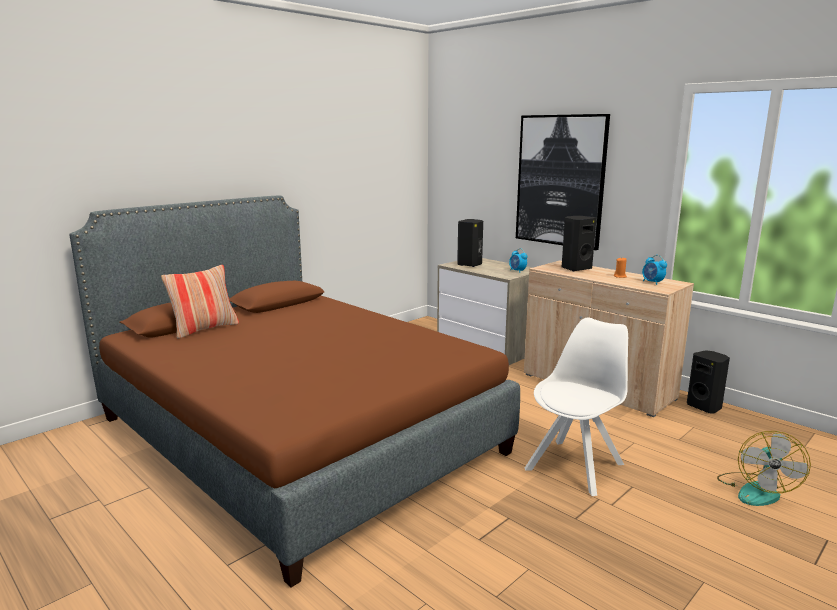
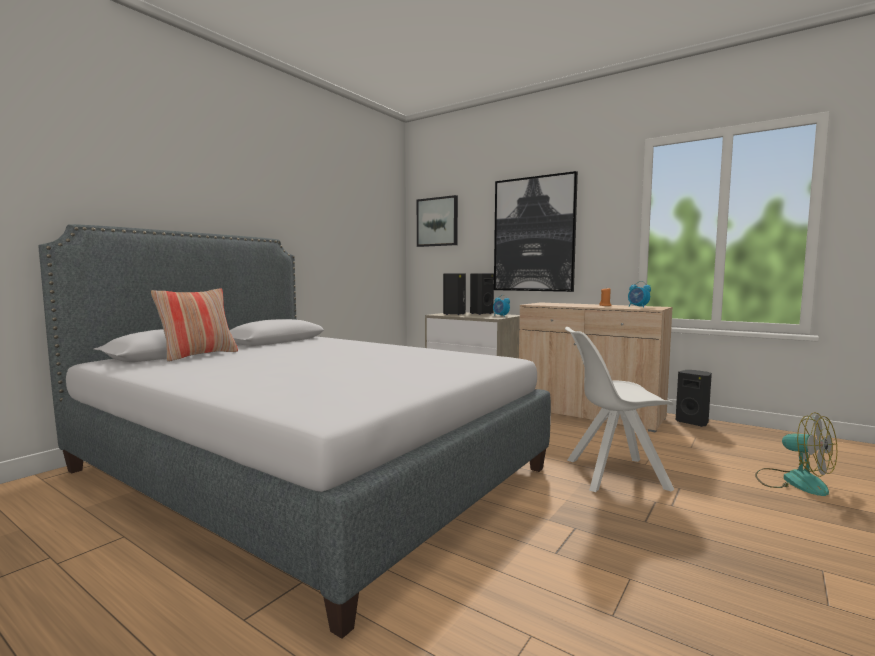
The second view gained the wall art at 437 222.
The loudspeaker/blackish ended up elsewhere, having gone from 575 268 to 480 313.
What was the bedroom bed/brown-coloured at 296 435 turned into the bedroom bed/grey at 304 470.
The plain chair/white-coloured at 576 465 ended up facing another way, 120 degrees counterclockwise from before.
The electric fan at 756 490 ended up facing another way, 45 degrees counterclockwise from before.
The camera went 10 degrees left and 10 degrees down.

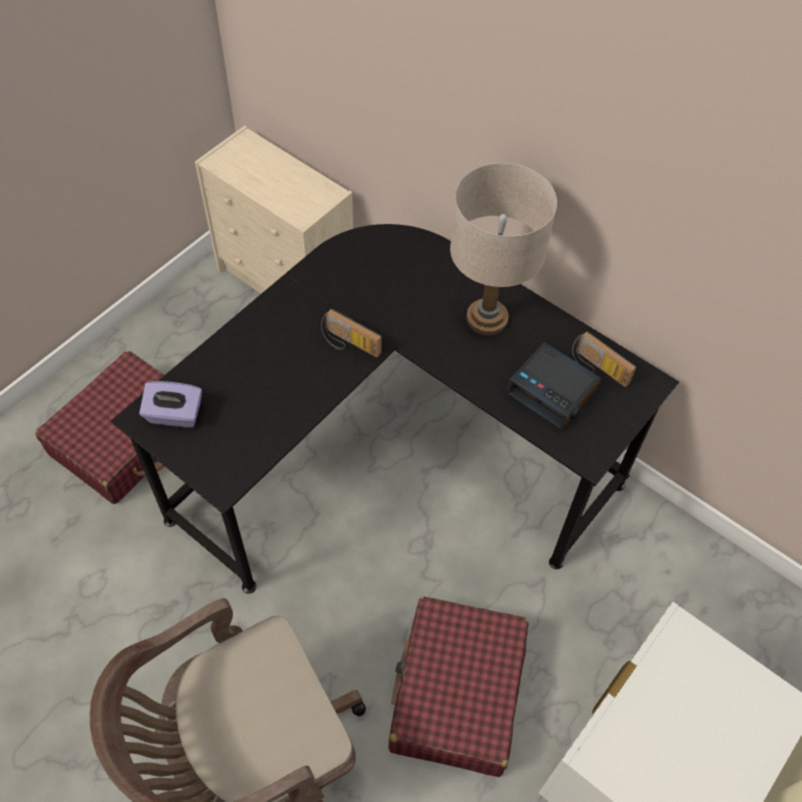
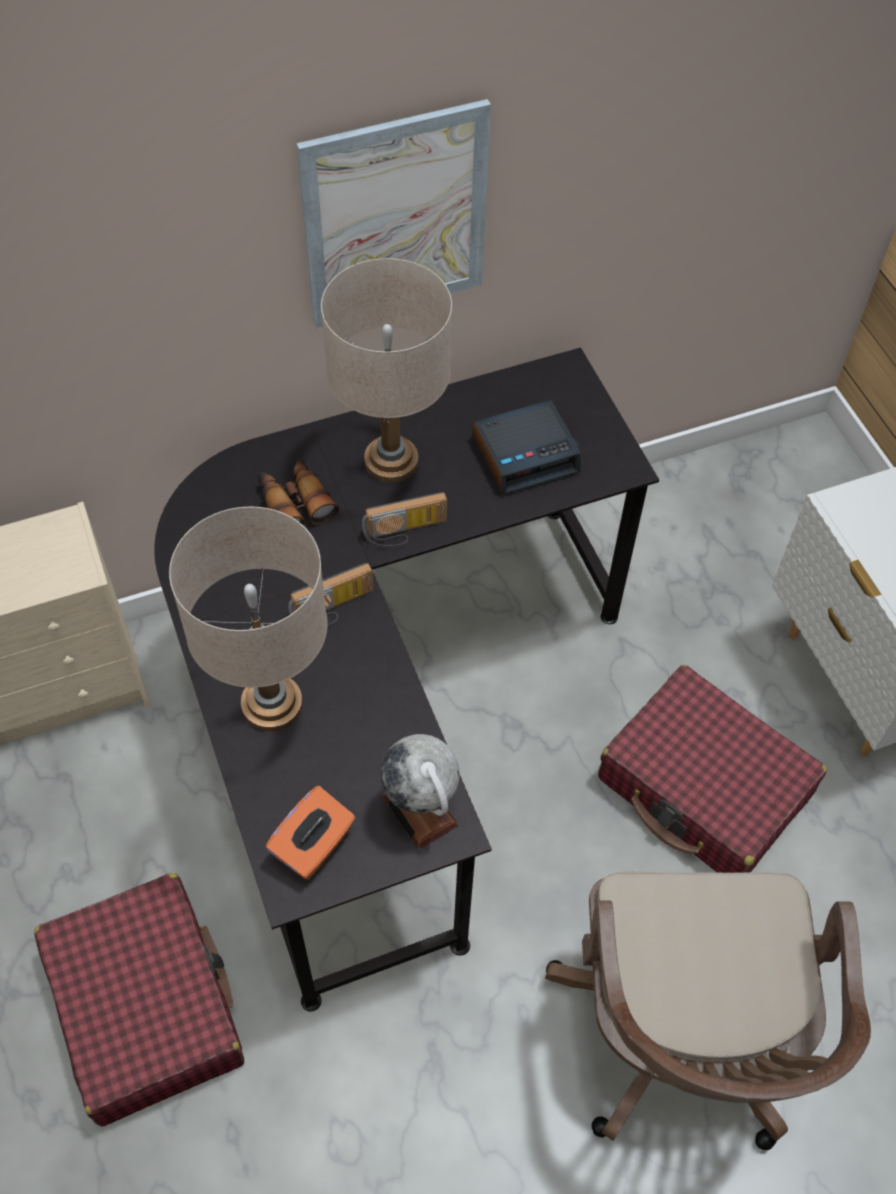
The second view gained the table lamp/sand-coloured at 272 704.
The second view gained the pair of binoculars at 294 503.
The second view gained the wall art at 395 217.
The second view gained the globe at 420 810.
The radio receiver ended up elsewhere, having gone from 597 369 to 406 532.
What was the tissue holder/purple-coloured at 174 415 turned into the tissue holder/orange at 313 846.
The camera went 60 degrees left and 0 degrees up.

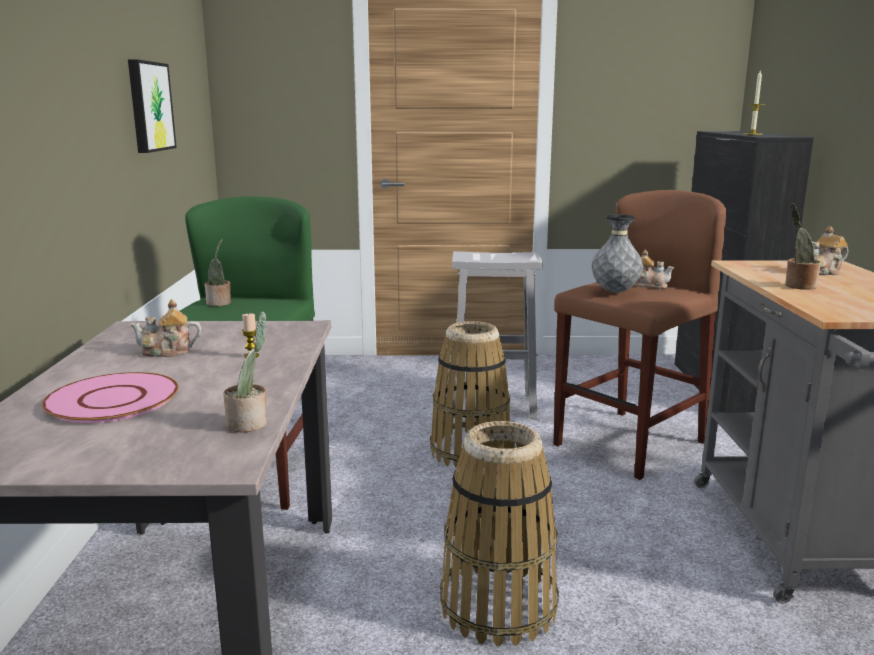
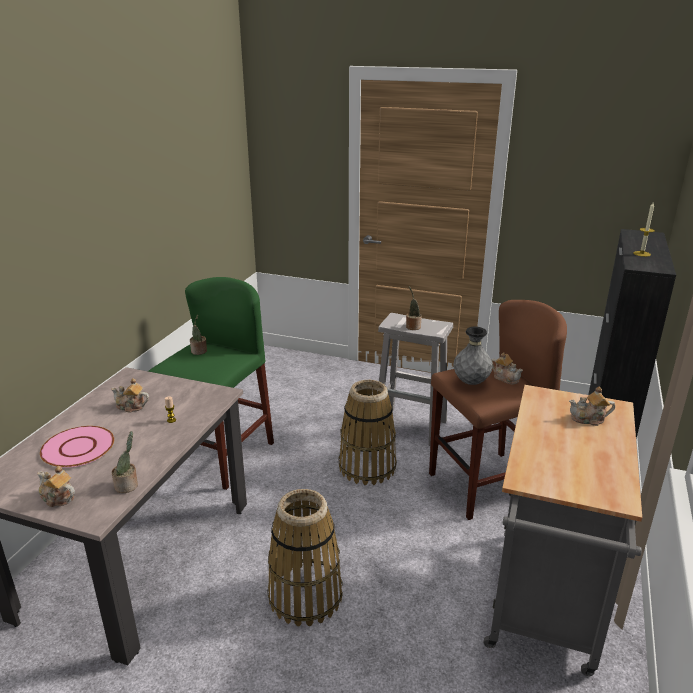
The second view lost the wall art at 149 106.
The second view gained the tea pot at 57 498.
The houseplant ended up elsewhere, having gone from 798 286 to 412 326.
The camera went 20 degrees right and 10 degrees up.

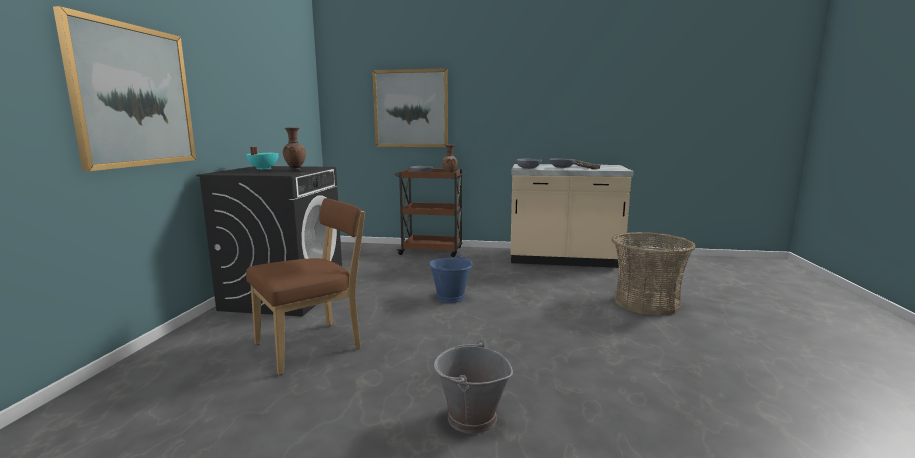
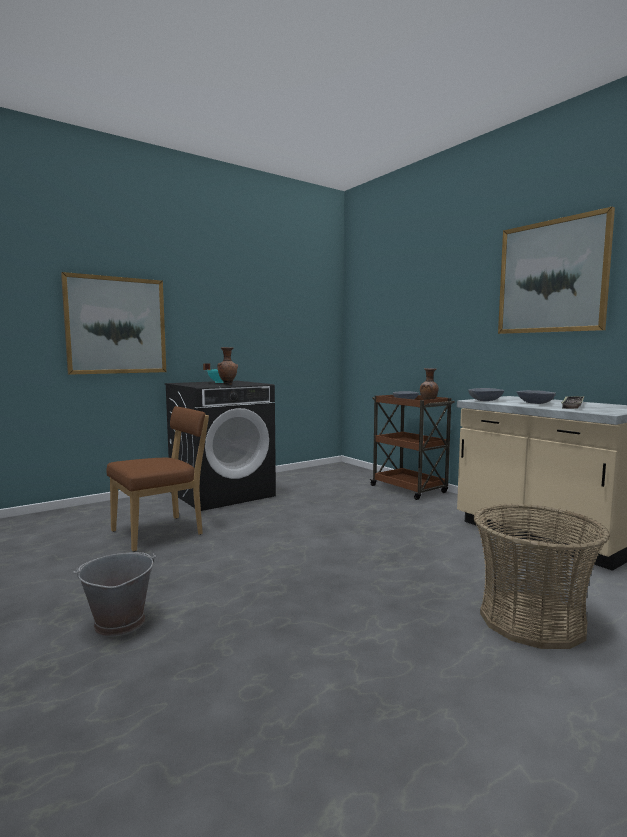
The second view lost the water bucket/blue at 451 297.
The wall art ended up elsewhere, having gone from 411 108 to 552 277.
The plain chair/brown-coloured at 313 345 ended up facing another way, 45 degrees counterclockwise from before.
The camera went 45 degrees right and 5 degrees down.

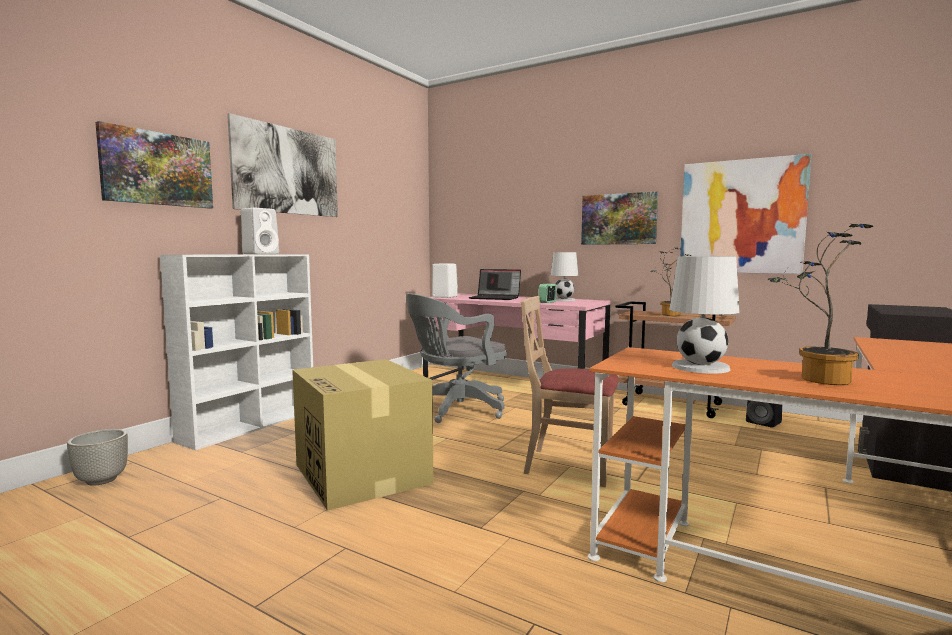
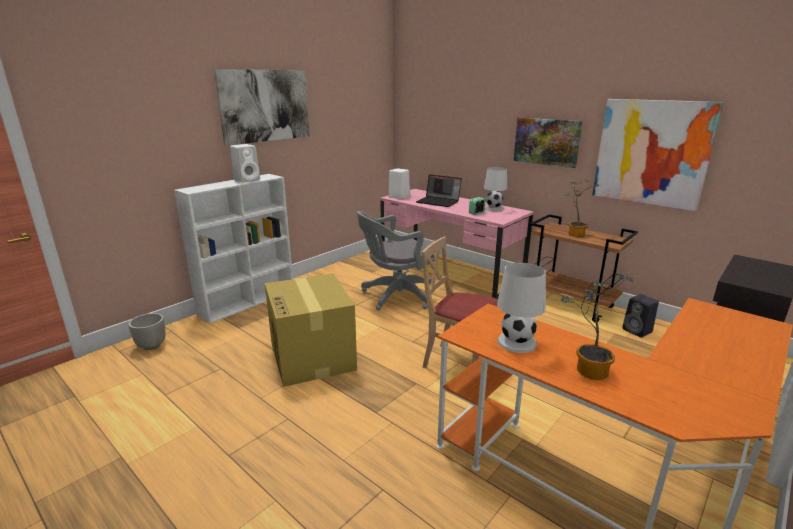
The second view lost the wall art at 157 169.
The camera went 10 degrees right and 15 degrees up.

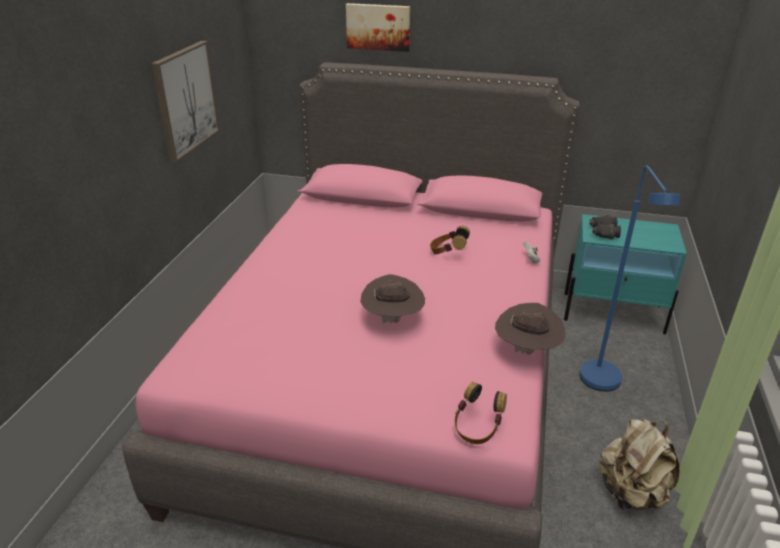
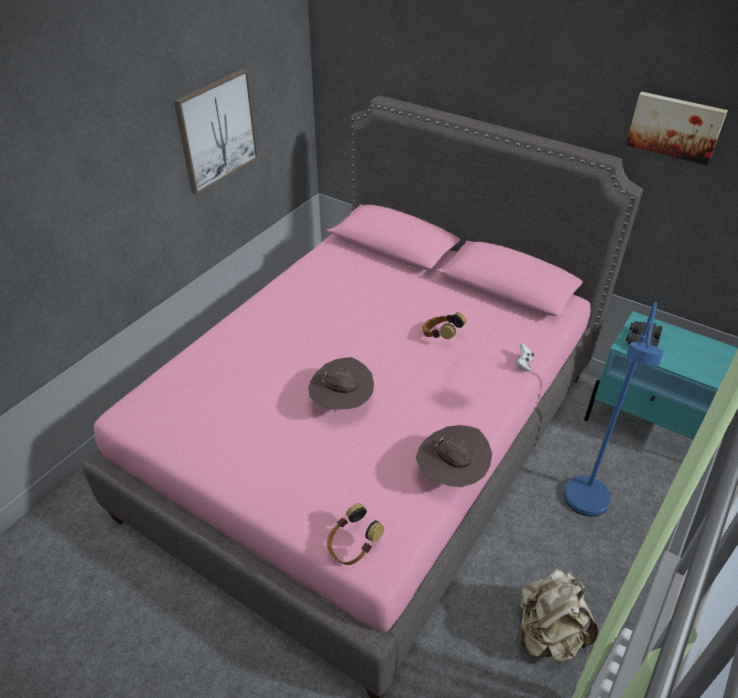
The wall art ended up elsewhere, having gone from 378 27 to 675 127.
The camera went 20 degrees right and 10 degrees up.

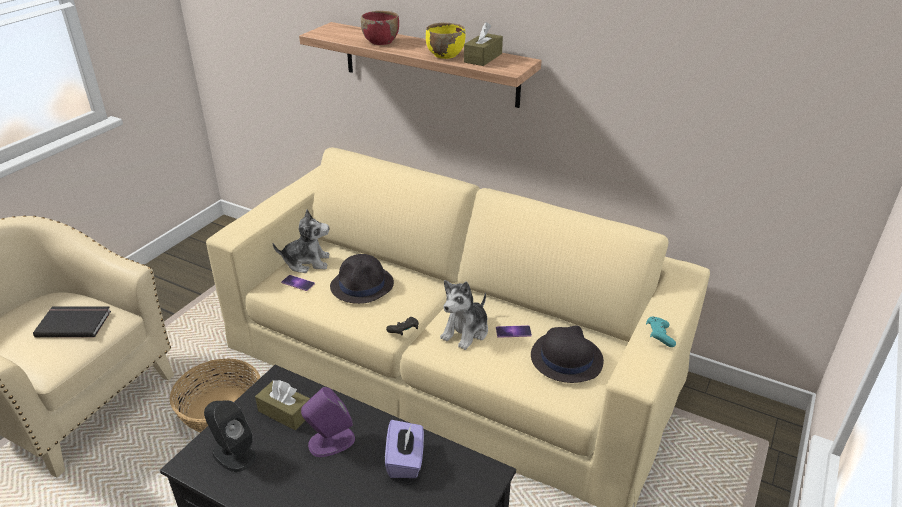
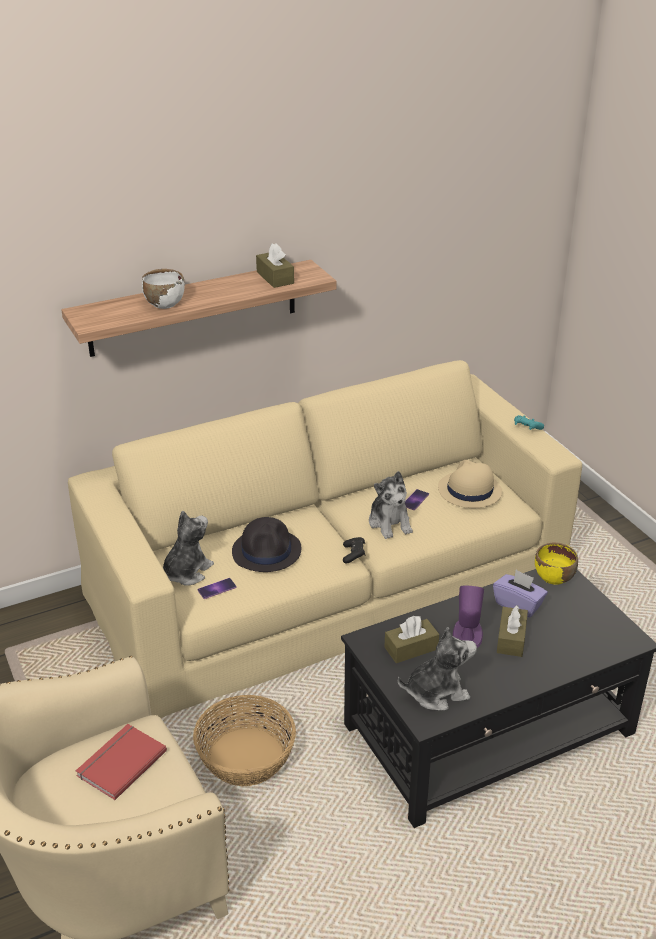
The second view gained the tissue holder/brown-coloured at 511 639.
The bowl/yellow ended up elsewhere, having gone from 445 55 to 553 577.
Where the loudspeaker/blackish stood at 233 454, the plush toy came to stand at 436 692.
What was the book/blackish at 74 323 turned into the book/red at 119 762.
What was the bowl/red at 381 41 turned into the bowl/white-coloured at 164 303.
What was the hat/blackish at 566 358 turned into the hat/sand-coloured at 469 491.
The camera went 55 degrees left and 0 degrees up.

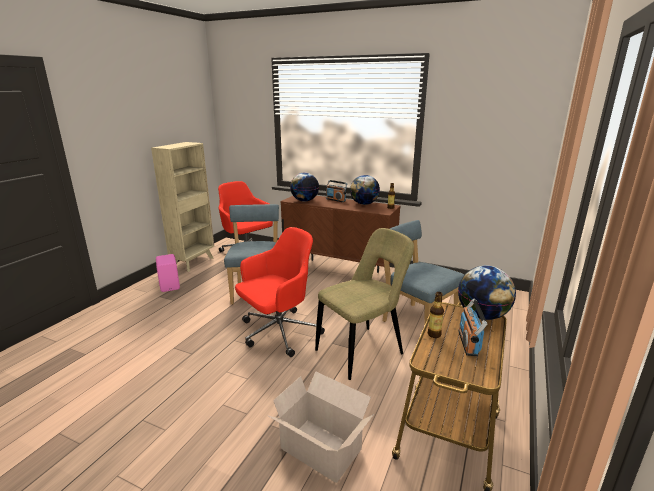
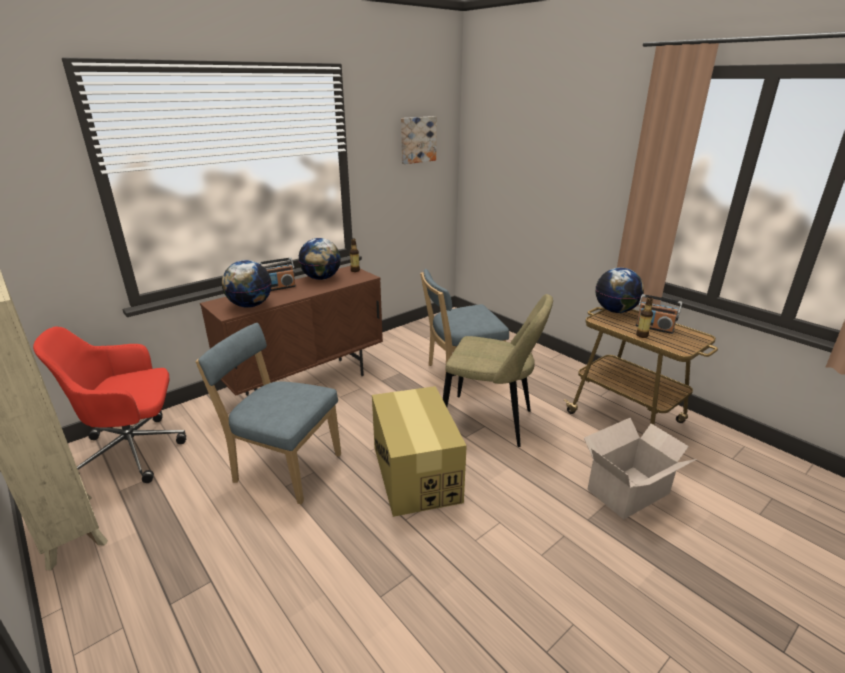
The second view lost the loudspeaker/pinkish at 170 285.
The second view gained the wall art at 417 139.
Where the desk chair/red stood at 278 332, the cardboard box came to stand at 415 473.
The plain chair/sand-coloured at 362 351 ended up facing another way, 120 degrees clockwise from before.
The camera went 65 degrees left and 5 degrees up.

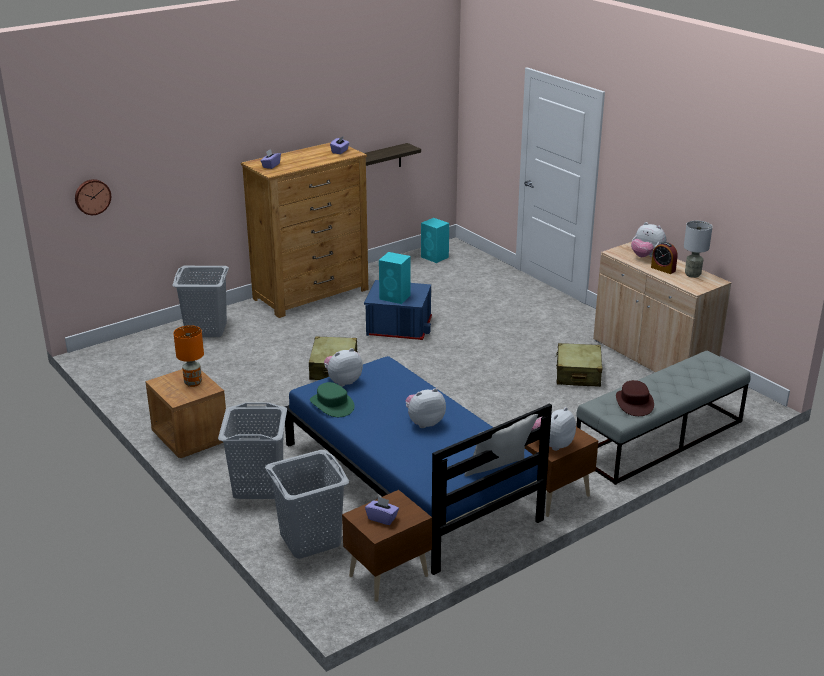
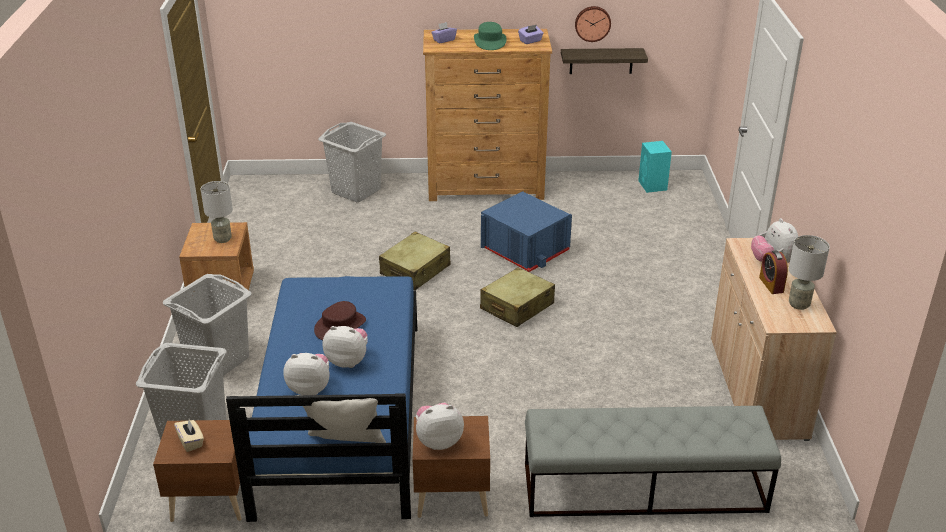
The second view lost the loudspeaker/turquoise at 395 297.
The clock on the wall ended up elsewhere, having gone from 92 196 to 592 23.
The hat/greenish ended up elsewhere, having gone from 332 405 to 490 41.
The plush toy ended up elsewhere, having gone from 343 381 to 310 388.
The travel case/sand-coloured ended up elsewhere, having gone from 578 374 to 516 307.
The hat/brown-coloured ended up elsewhere, having gone from 634 403 to 340 326.
What was the table lamp/orange at 193 383 turned into the table lamp/grey at 223 239.
What was the tissue holder/purple-coloured at 382 518 turned into the tissue holder/sand-coloured at 191 442.
The camera went 35 degrees right and 5 degrees up.

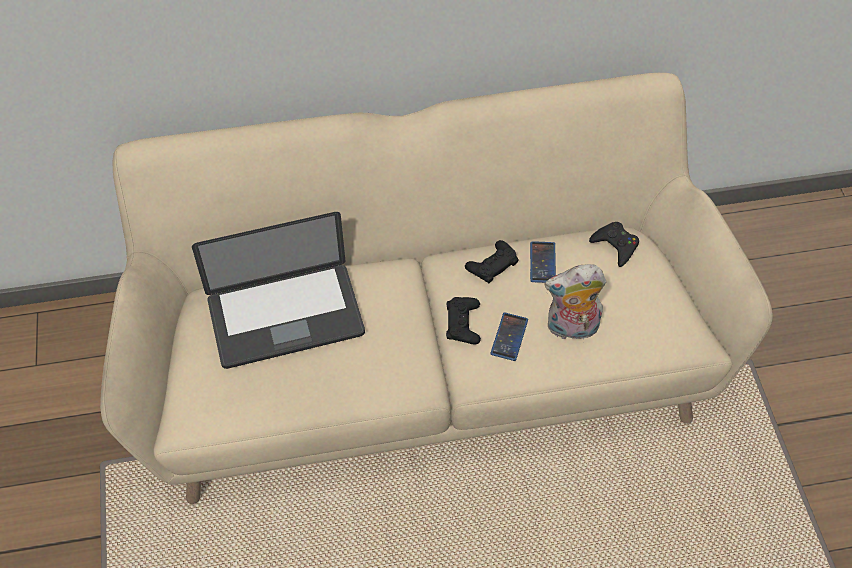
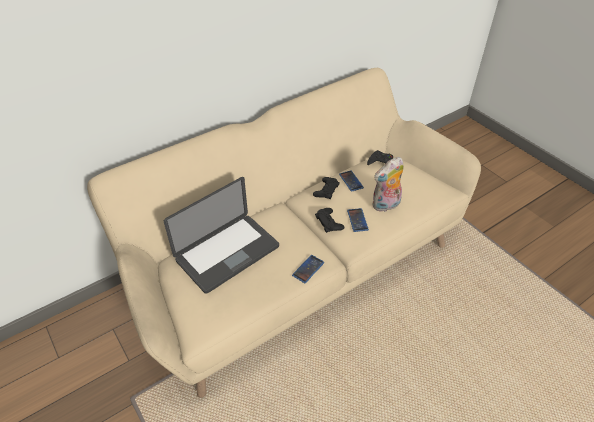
The second view gained the phone at 308 269.
The camera went 25 degrees left and 10 degrees down.

